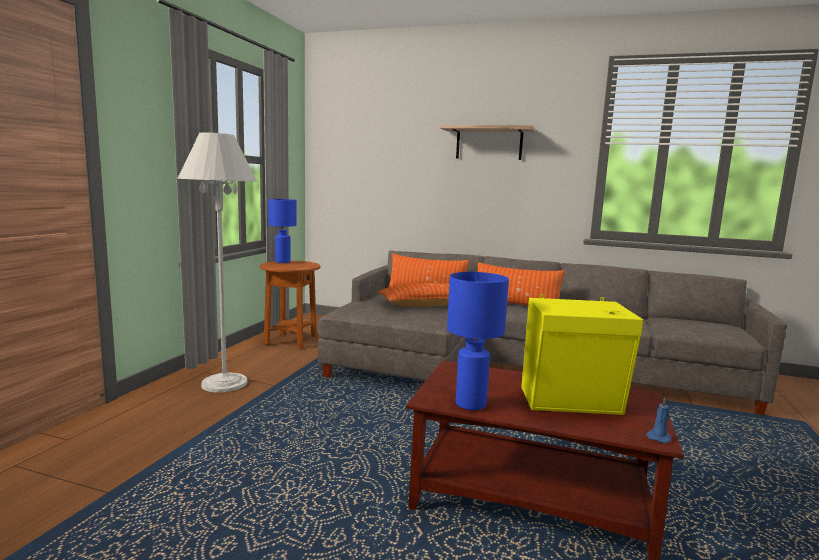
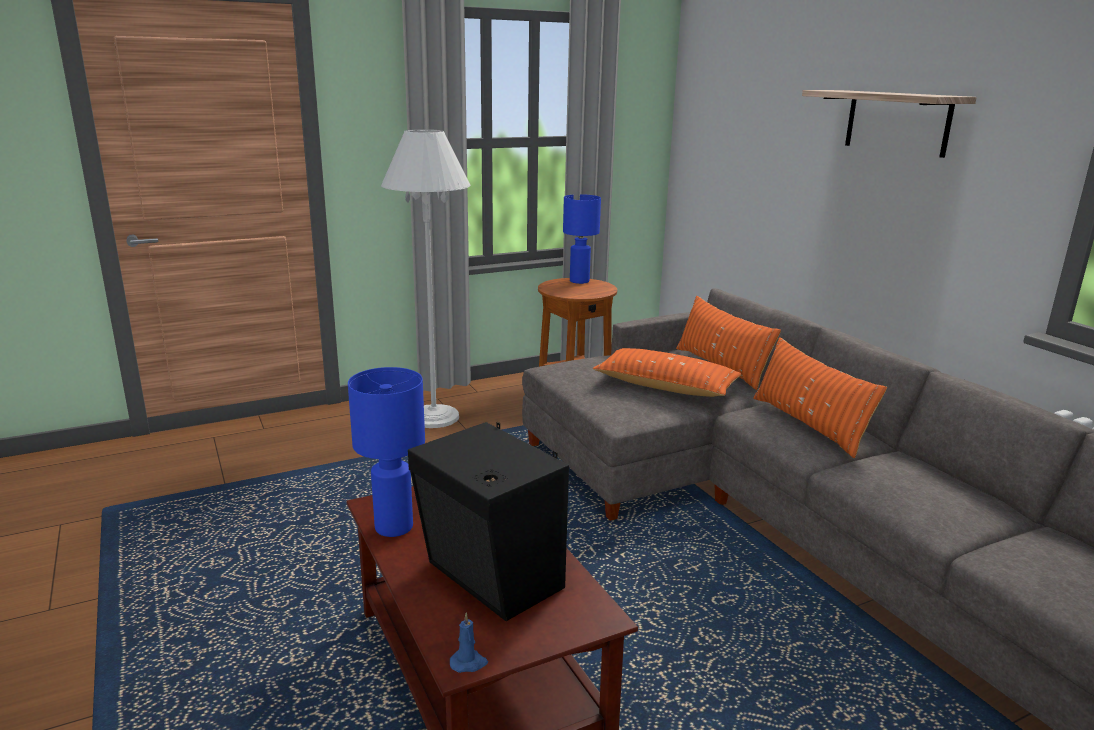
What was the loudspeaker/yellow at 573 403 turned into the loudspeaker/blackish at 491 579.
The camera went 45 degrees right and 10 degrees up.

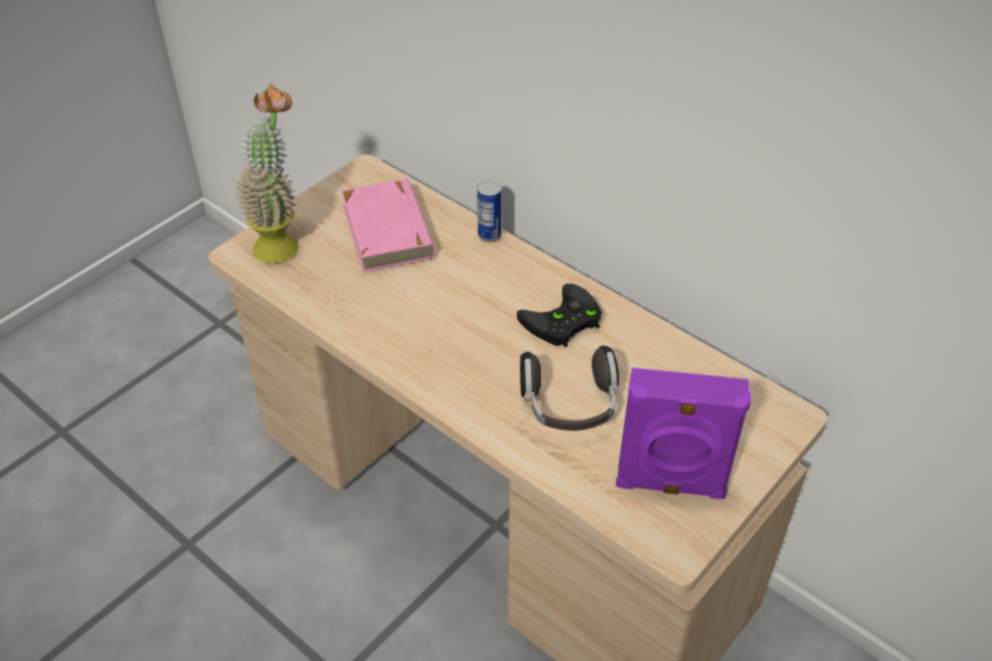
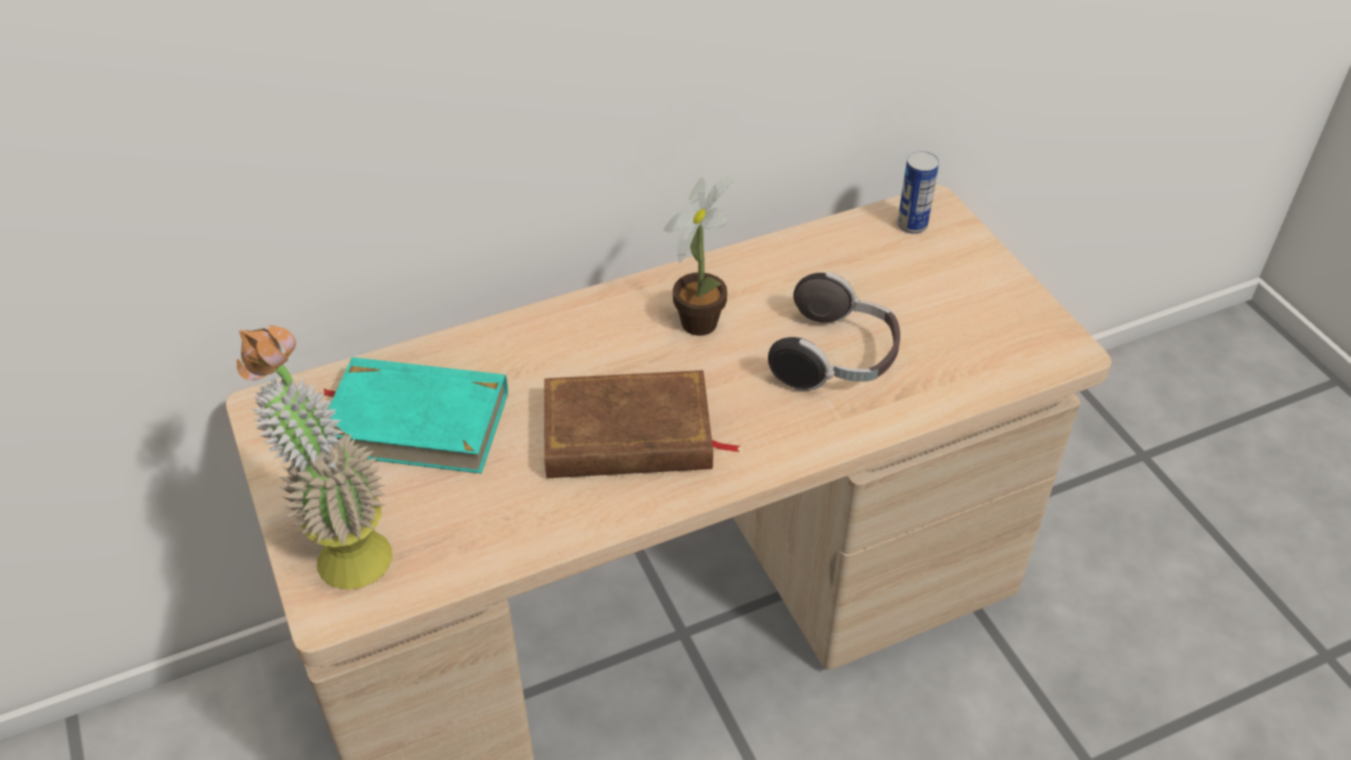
The second view lost the loudspeaker/purple-coloured at 670 485.
The second view gained the book/brown-coloured at 628 435.
The metal can ended up elsewhere, having gone from 489 235 to 912 225.
Where the game controller/blackish stood at 561 322, the houseplant came to stand at 700 318.
What was the book/pinkish at 388 230 turned into the book/turquoise at 416 422.
The camera went 65 degrees left and 0 degrees up.

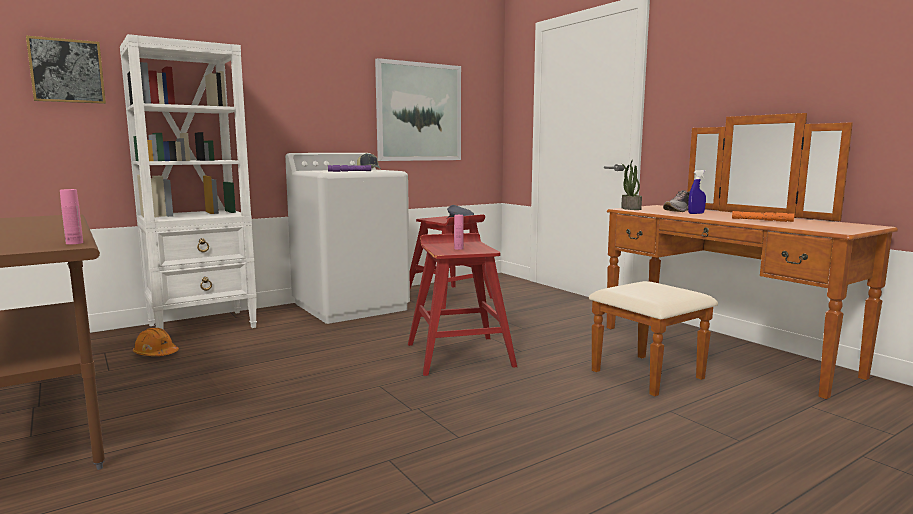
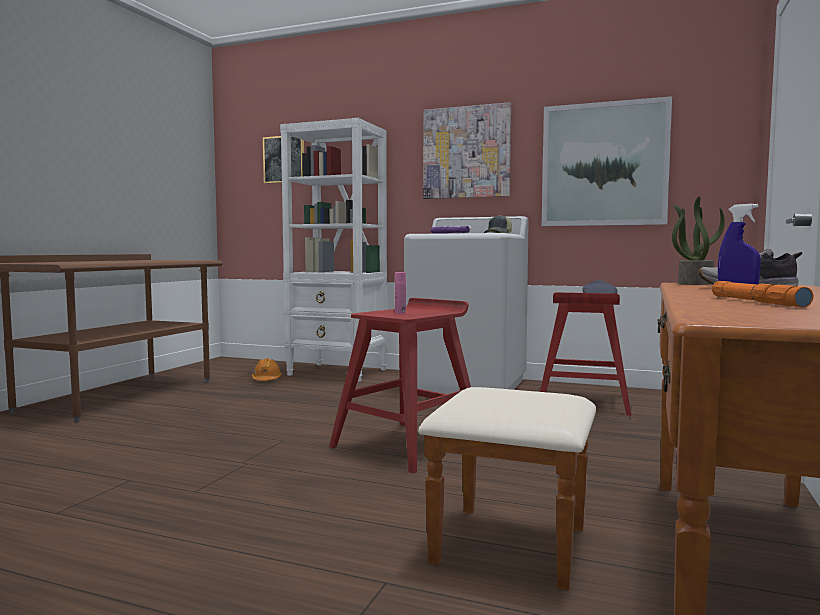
The second view lost the drink bottle/pinkish at 74 243.
The second view gained the wall art at 466 152.
The camera went 55 degrees right and 5 degrees down.

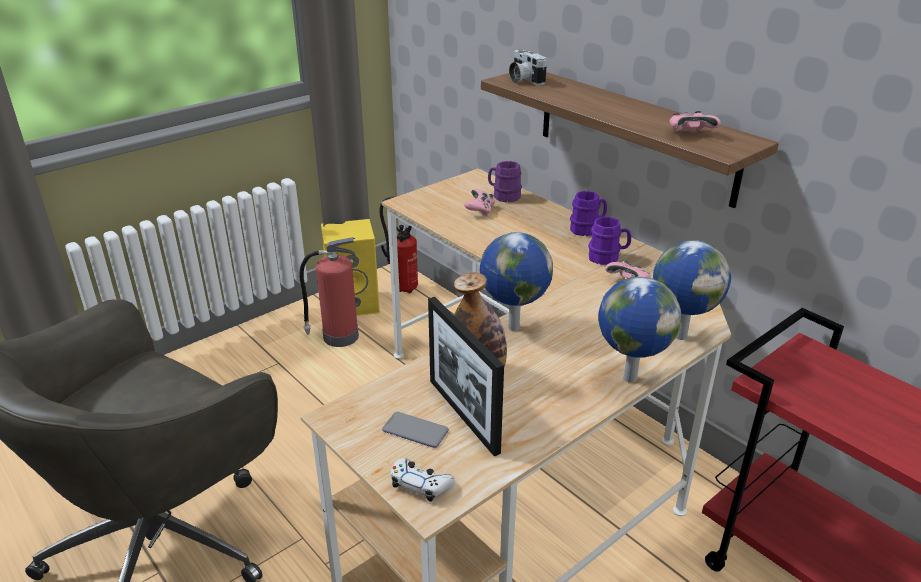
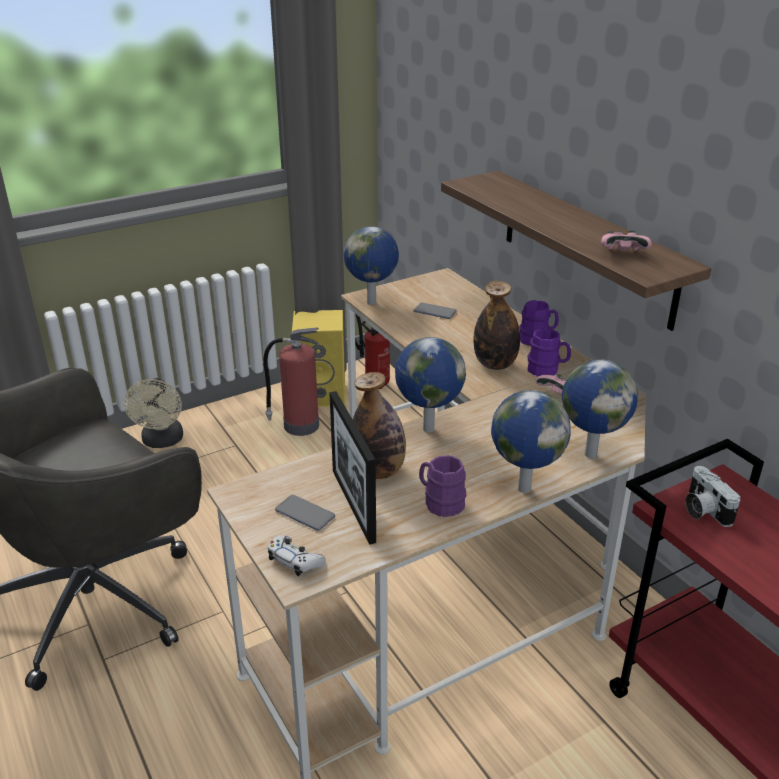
The second view gained the electric fan/sand-coloured at 162 441.
The second view gained the globe at 372 302.
The second view gained the drink bottle at 495 364.
The coffee mug/purple-coloured ended up elsewhere, having gone from 503 196 to 440 502.
The photo camera ended up elsewhere, having gone from 523 80 to 703 509.
Where the game controller/pinkish stood at 480 211, the phone came to stand at 435 311.
The camera went 10 degrees right and 0 degrees up.

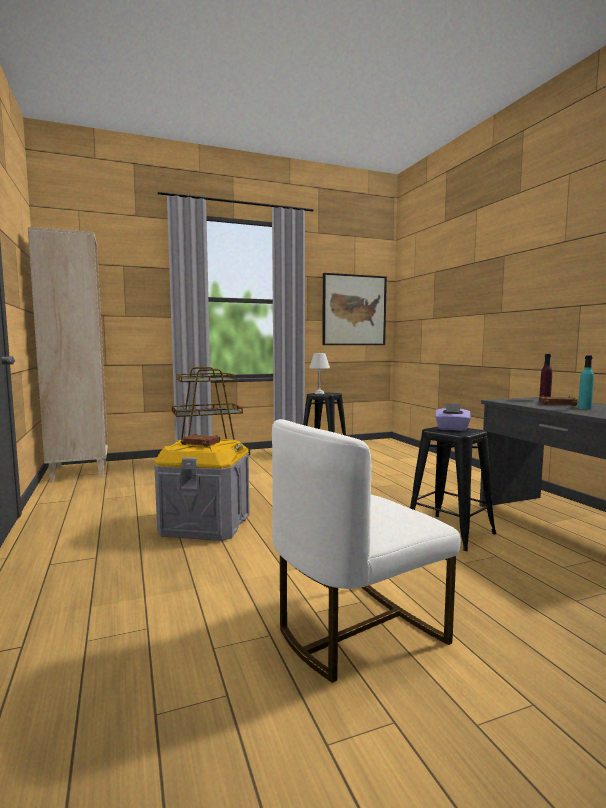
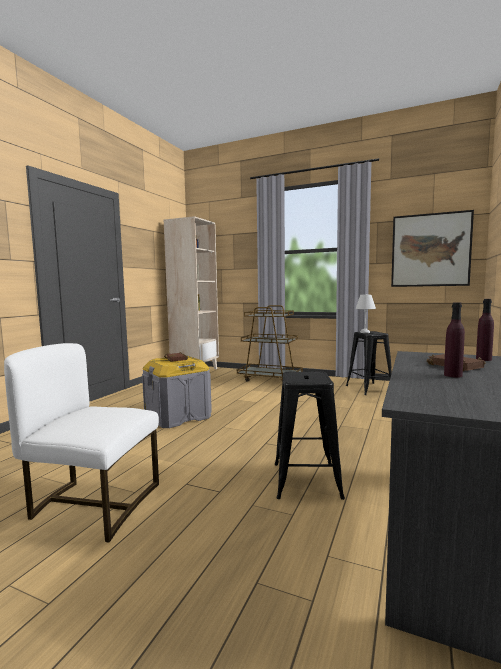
The second view lost the tissue holder/purple-coloured at 452 429.
What was the drink bottle/turquoise at 584 408 turned into the drink bottle/purple-coloured at 453 375.
The camera went 45 degrees right and 0 degrees up.

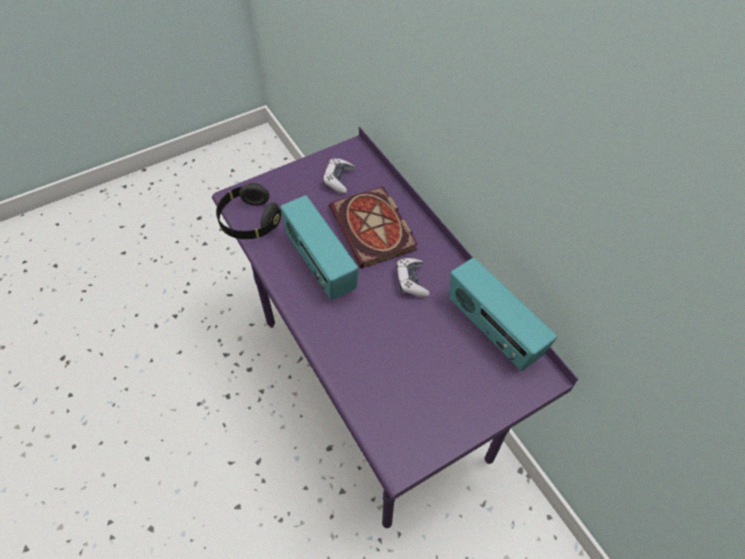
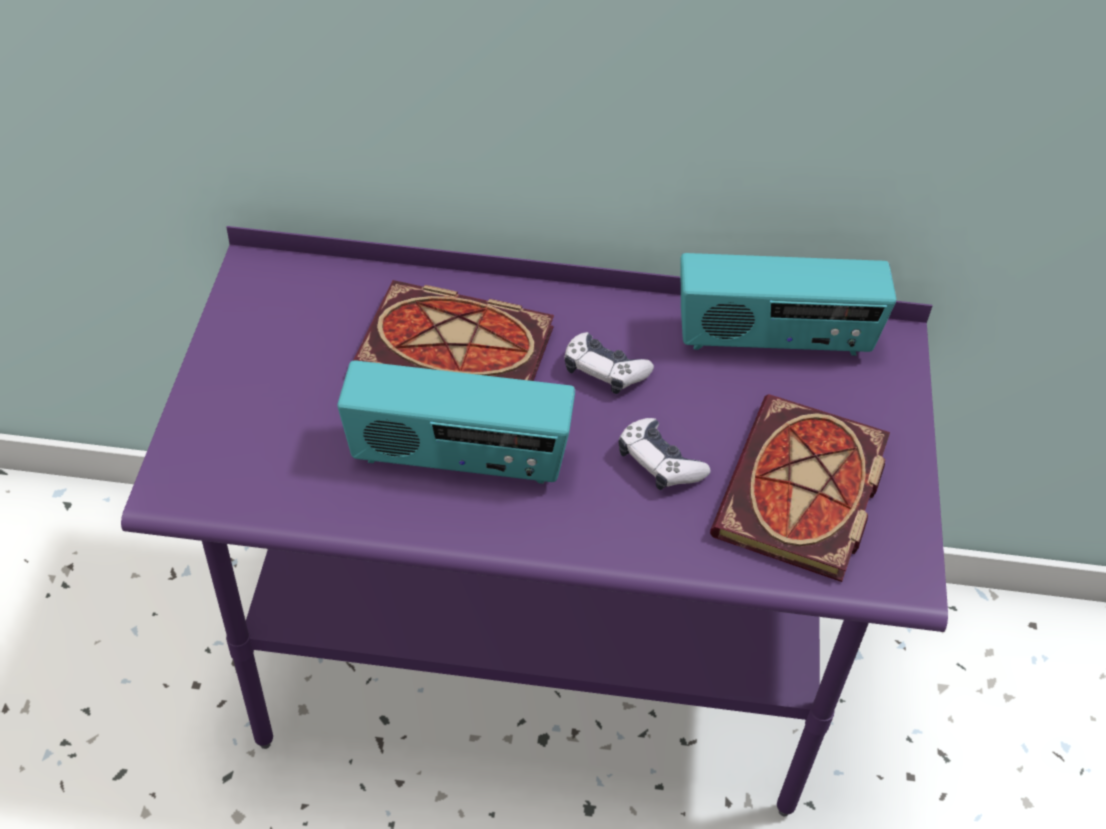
The second view lost the pair of headphones/blackish at 249 221.
The second view gained the book at 803 496.
The game controller ended up elsewhere, having gone from 338 179 to 659 463.
The camera went 55 degrees left and 5 degrees down.

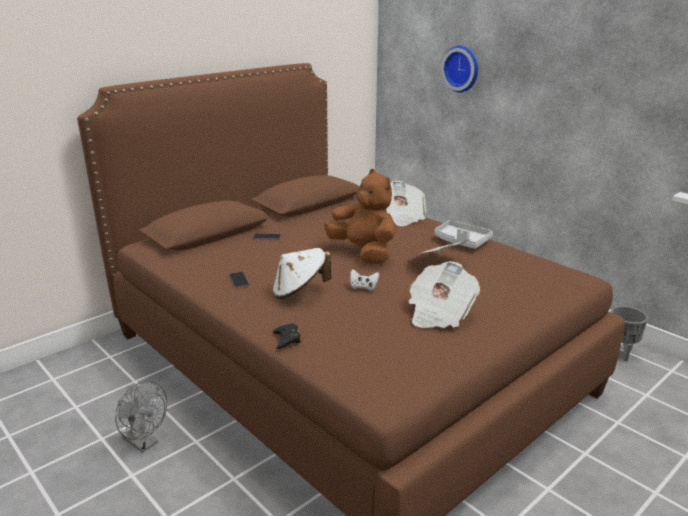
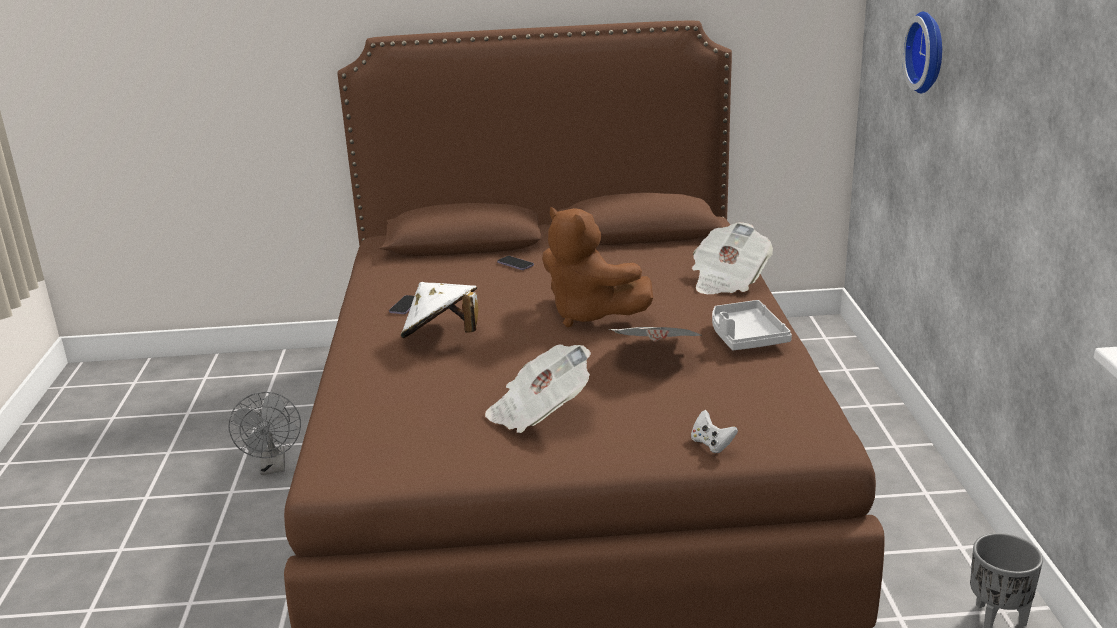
The second view lost the game controller/blackish at 287 339.
The game controller/white-coloured ended up elsewhere, having gone from 363 287 to 711 444.
The plush toy/brown-coloured at 364 253 ended up facing another way, 135 degrees clockwise from before.
The camera went 40 degrees right and 0 degrees up.

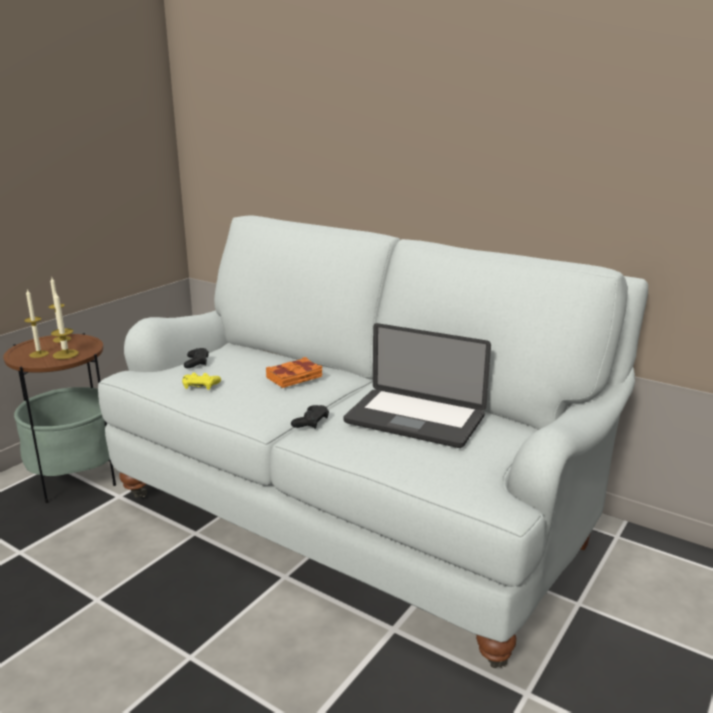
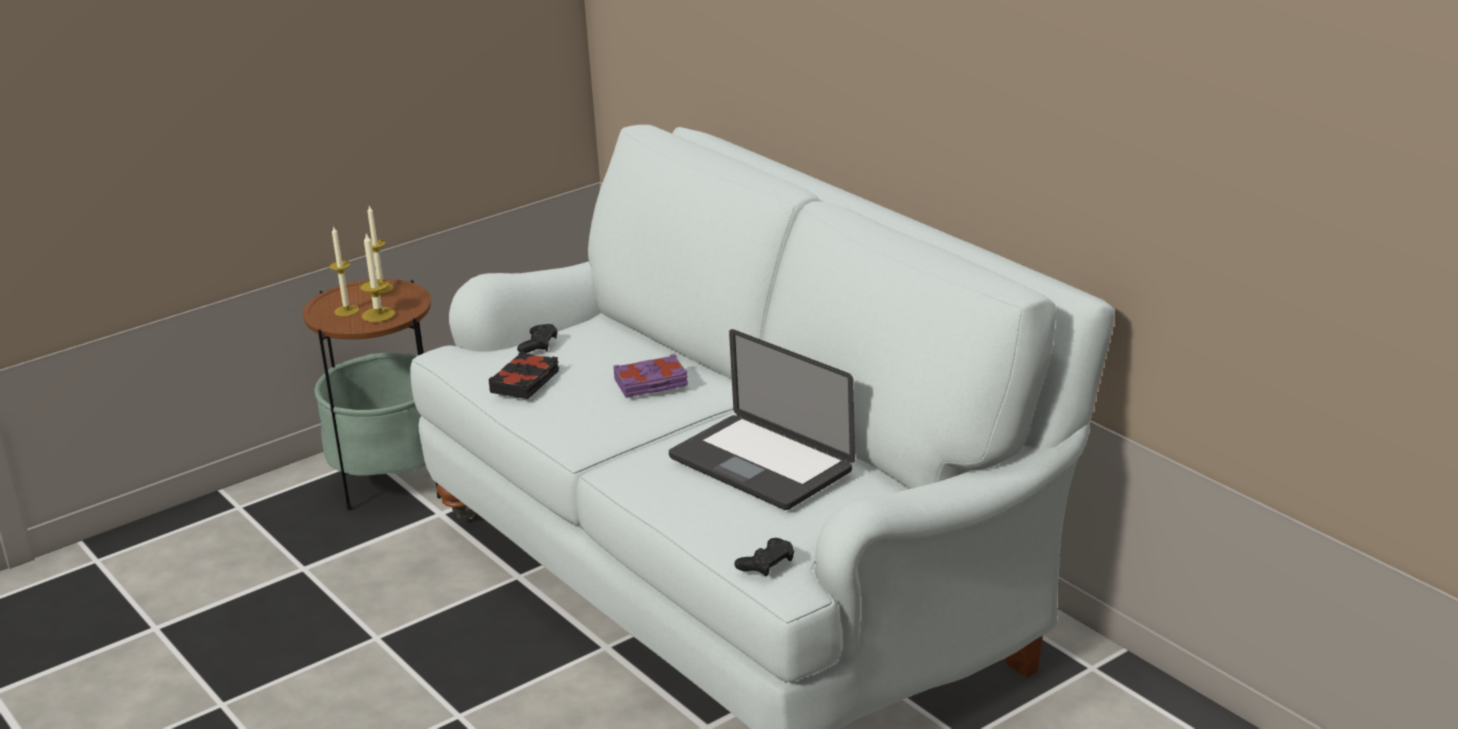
The game controller/blackish ended up elsewhere, having gone from 311 421 to 766 563.
Where the game controller/yellow stood at 200 385, the book/blackish came to stand at 525 382.
What was the book/orange at 295 377 turned into the book/purple-coloured at 651 383.
The camera went 20 degrees right and 5 degrees up.

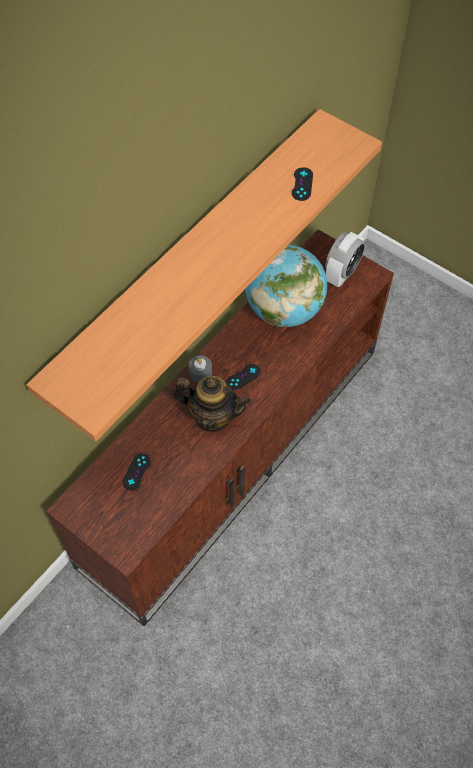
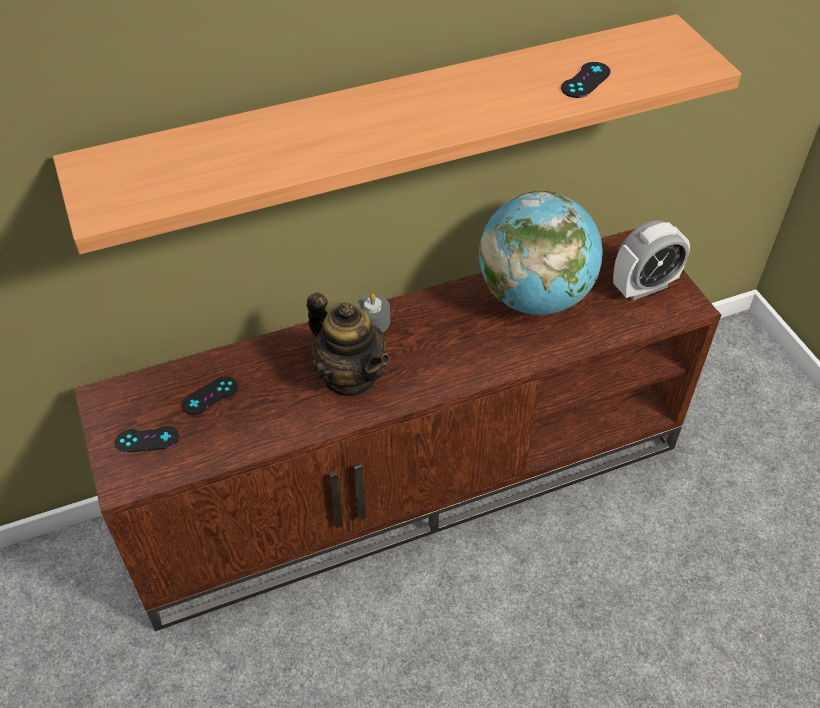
The game controller/blackish ended up elsewhere, having gone from 243 377 to 147 439.
The camera went 30 degrees right and 10 degrees down.

